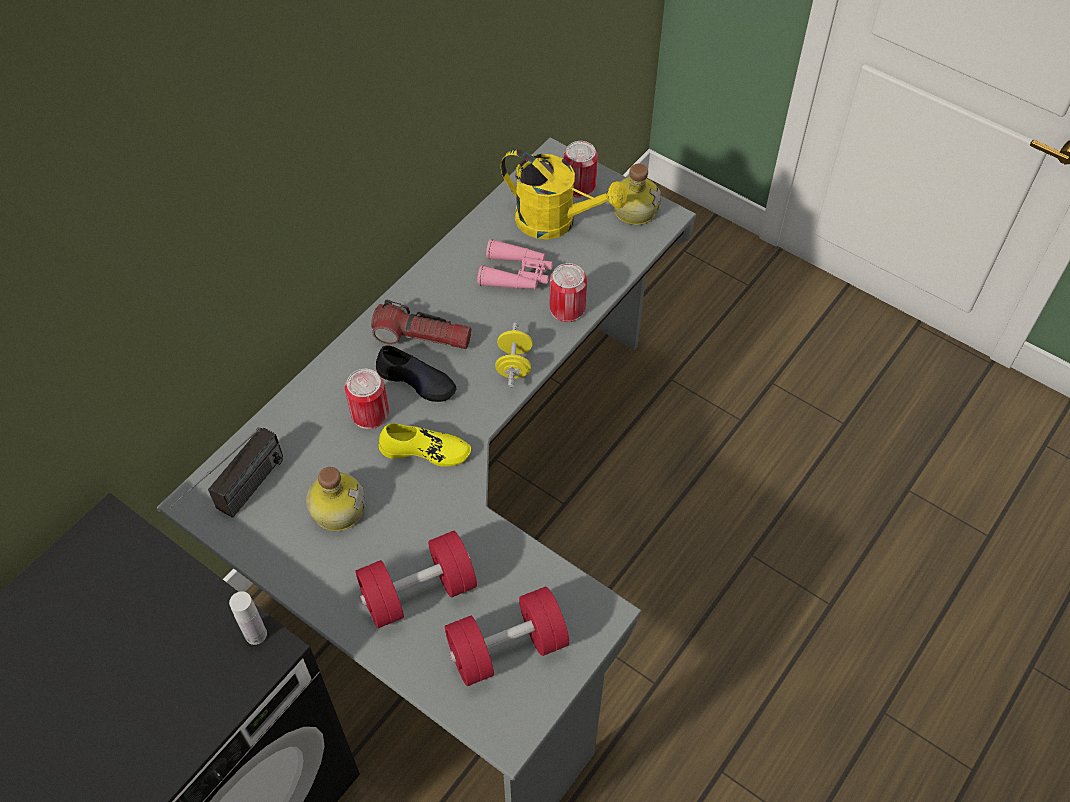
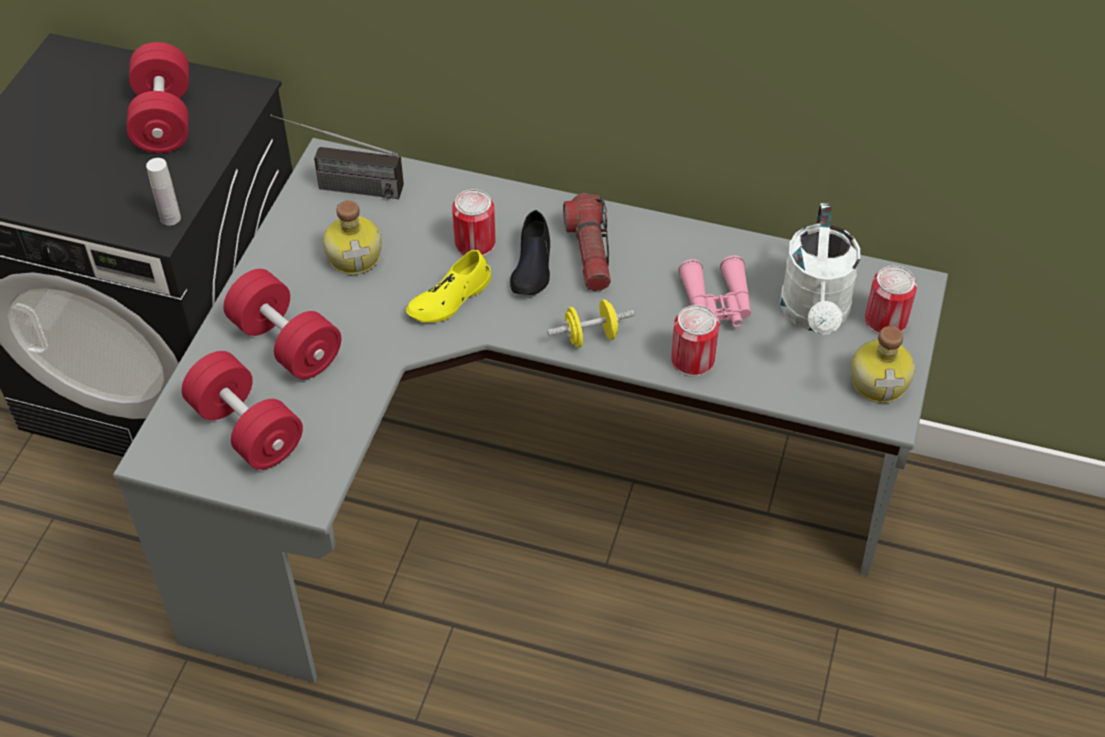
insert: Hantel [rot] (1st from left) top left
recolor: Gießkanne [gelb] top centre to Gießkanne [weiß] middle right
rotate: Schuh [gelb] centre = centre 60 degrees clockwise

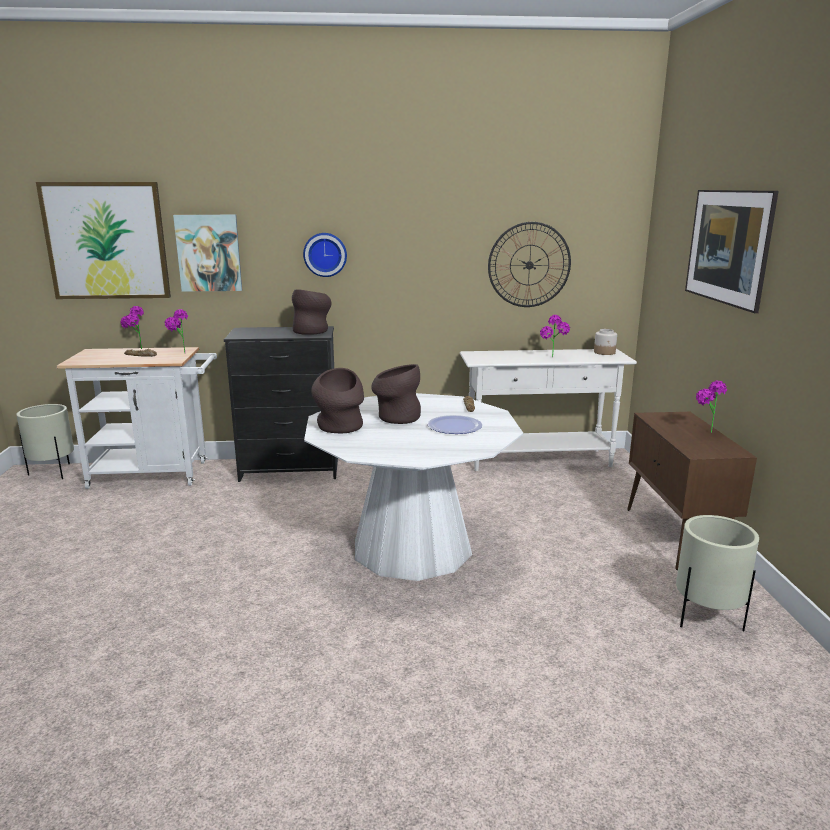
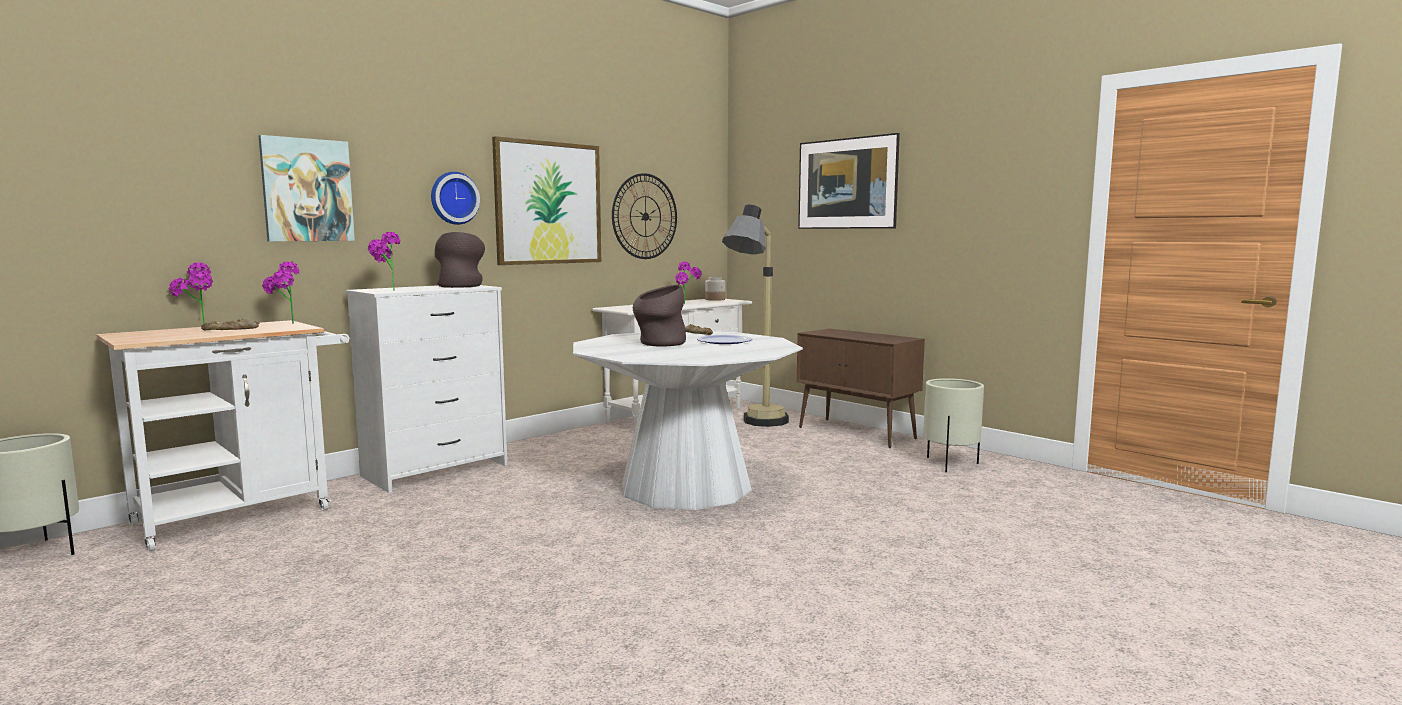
delete: Vase [braun] (2nd from left) centre
insert: Stehlampe centre
move: Topfpflanze (4th from left in the first image) middle right to Topfpflanze (3rd from left) middle left; Bild (1st from left in the first image) top left to Bild (2nd from left) top centre
recolor: Kommode [schwarz] centre to Kommode [weiß] middle left

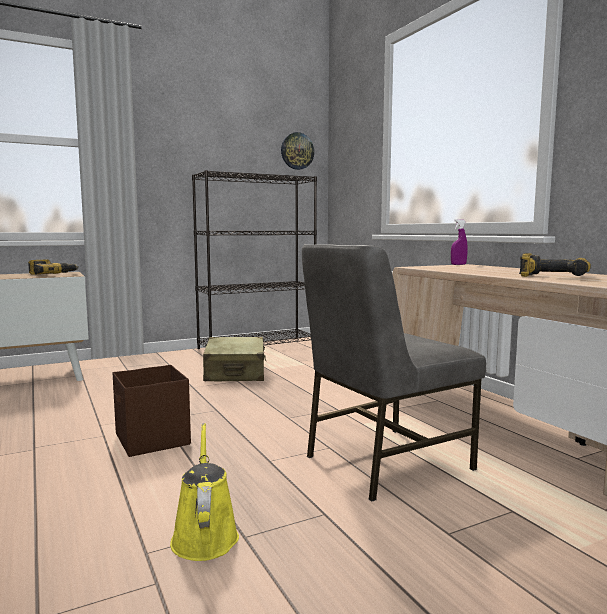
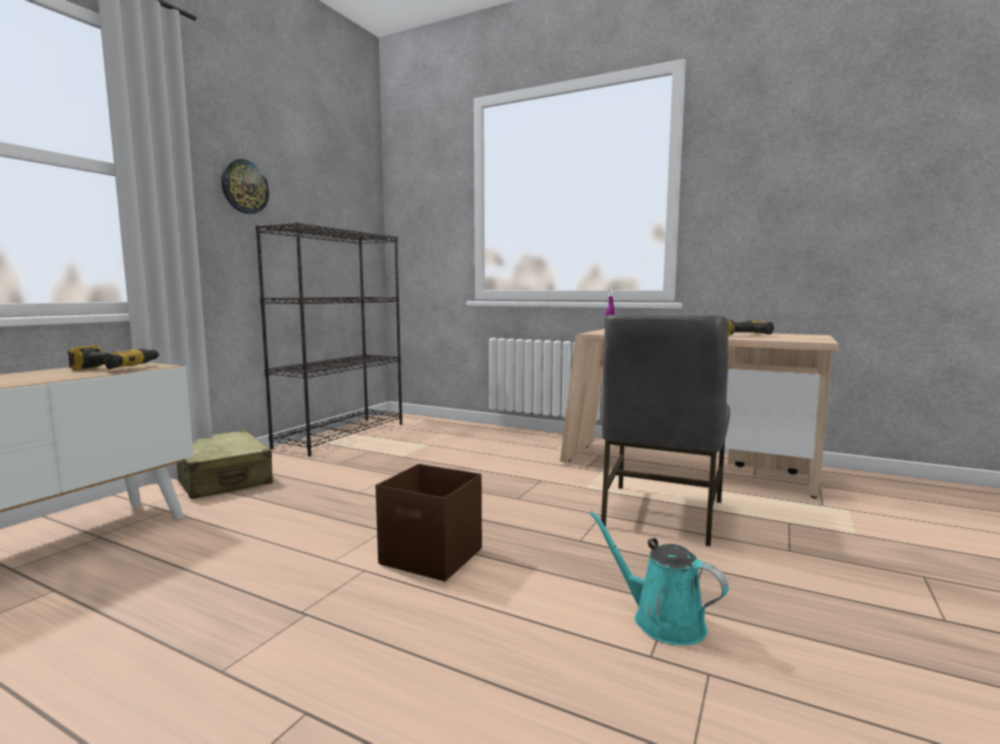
move: Koffer [beige] centre to middle left; Wanduhr top centre to top left
recolor: Gießkanne [gelb] bottom centre to Gießkanne [türkis] bottom centre

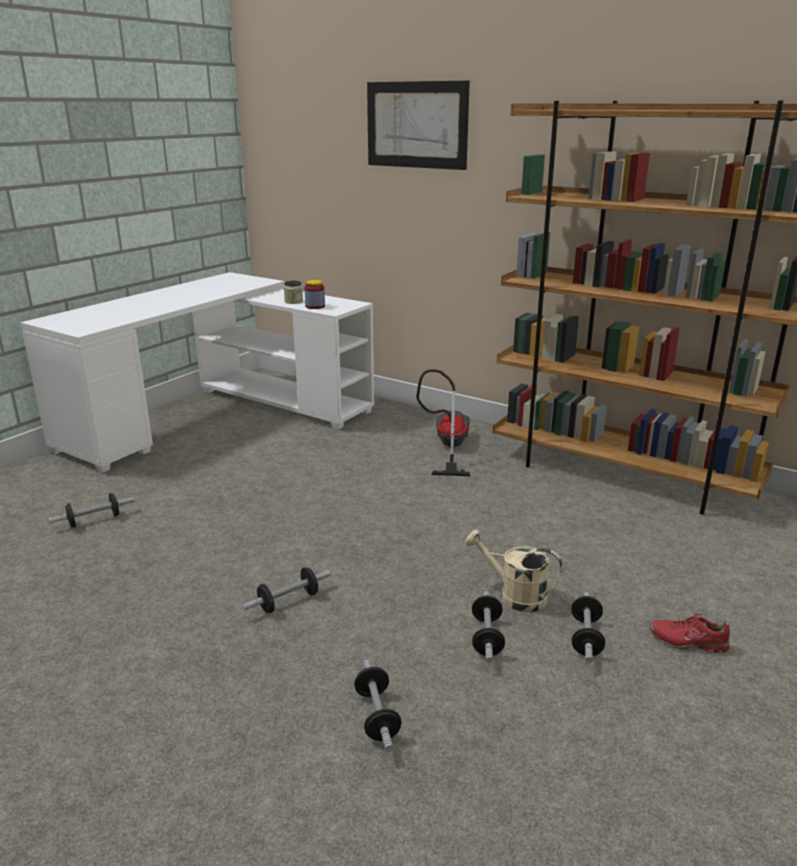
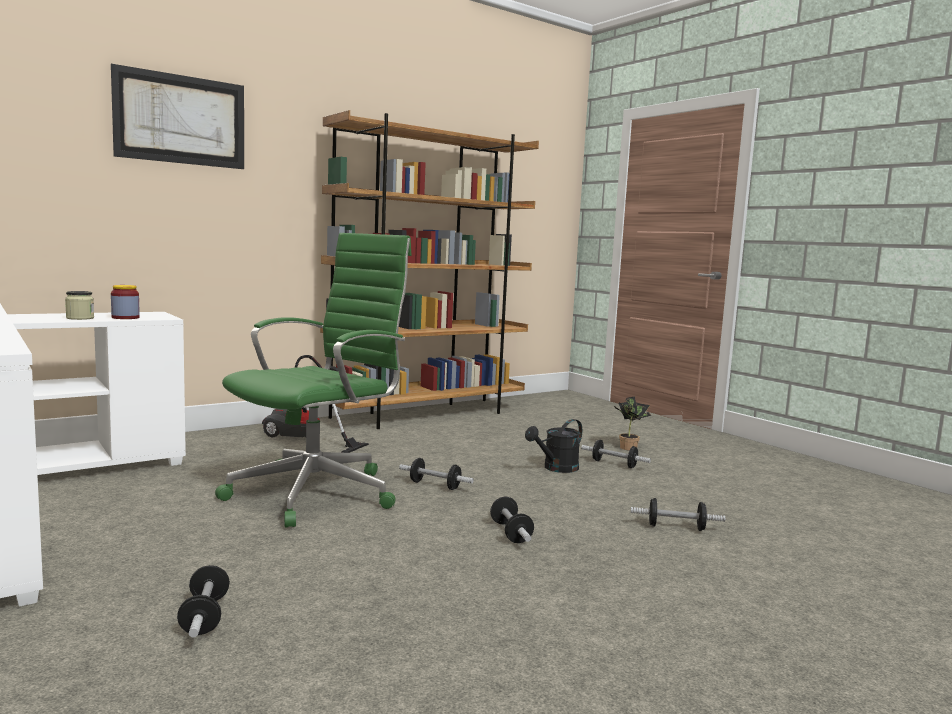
insert: Bürostuhl [grün] middle left
move: Hantel (4th from left in the first image) bottom centre to Hantel (2nd from left) centre
replace: Schuh [rot] bottom right to Topfpflanze centre
recolor: Gießkanne [beige] centre to Gießkanne [schwarz] centre

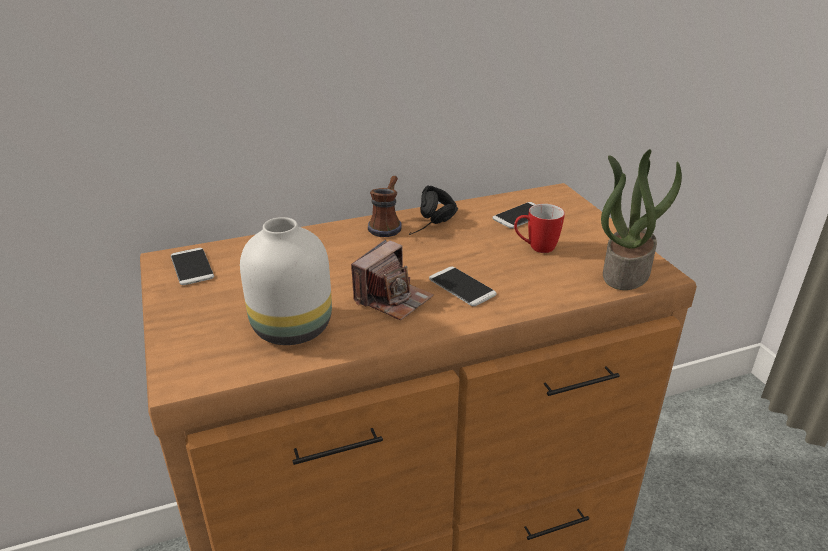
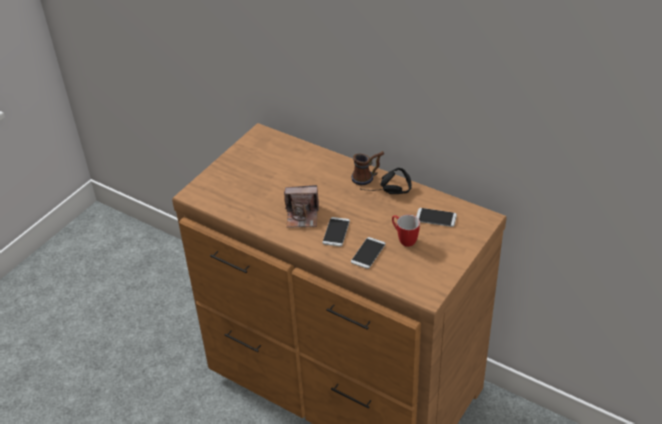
delete: Vase [weiß] centre; Topfpflanze middle right
move: Handy (1st from left in the first image) middle left to Handy (2nd from left) centre

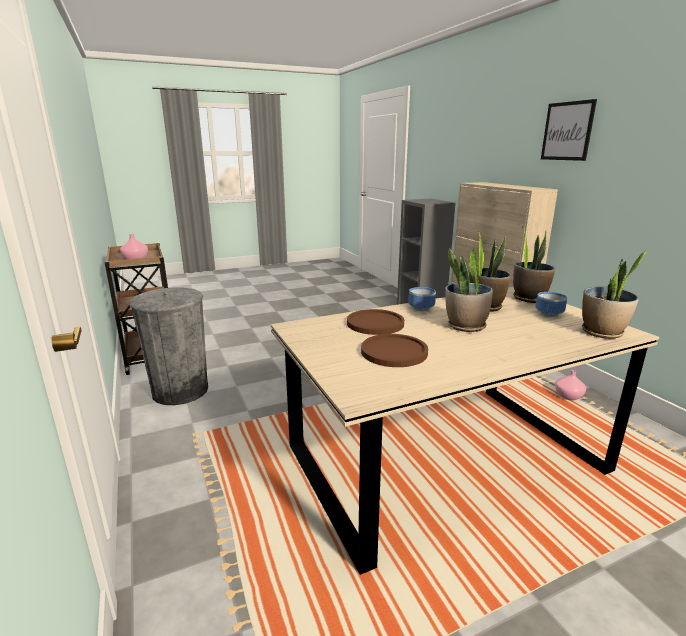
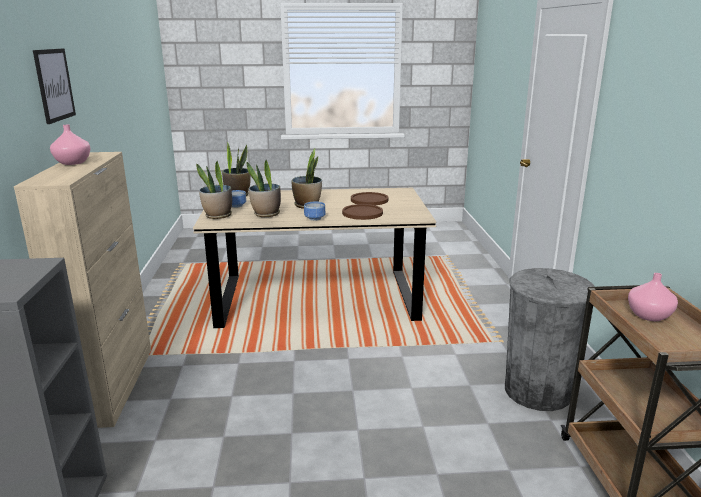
move: Vase [rosa] (2nd from left in the first image) middle right to Vase [rosa] (1st from left) top left

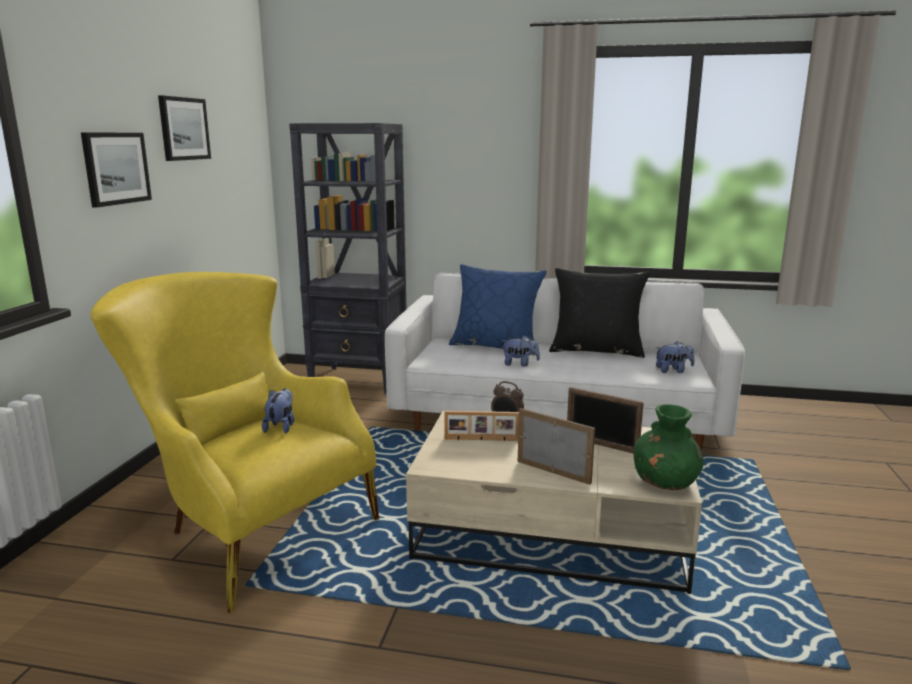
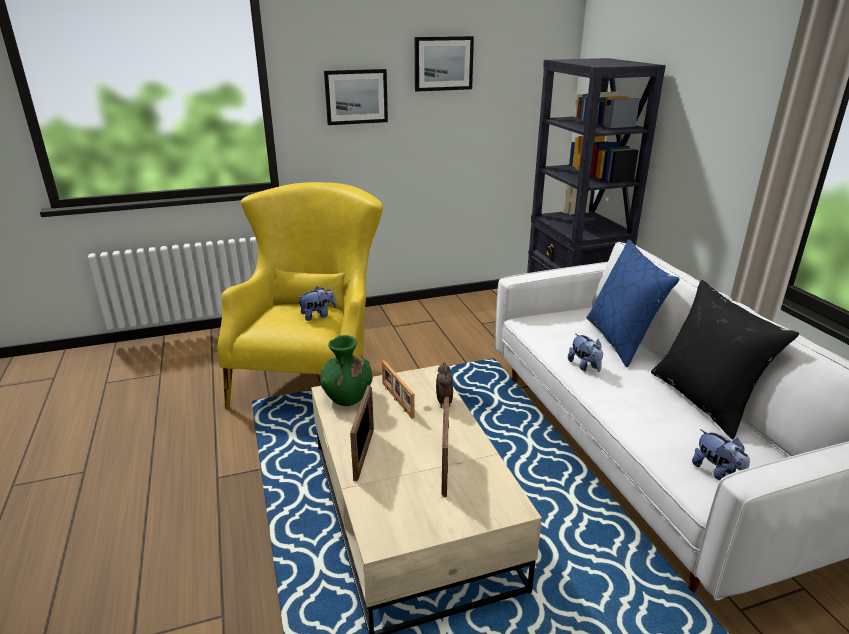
move: Vase [grün] middle right to centre

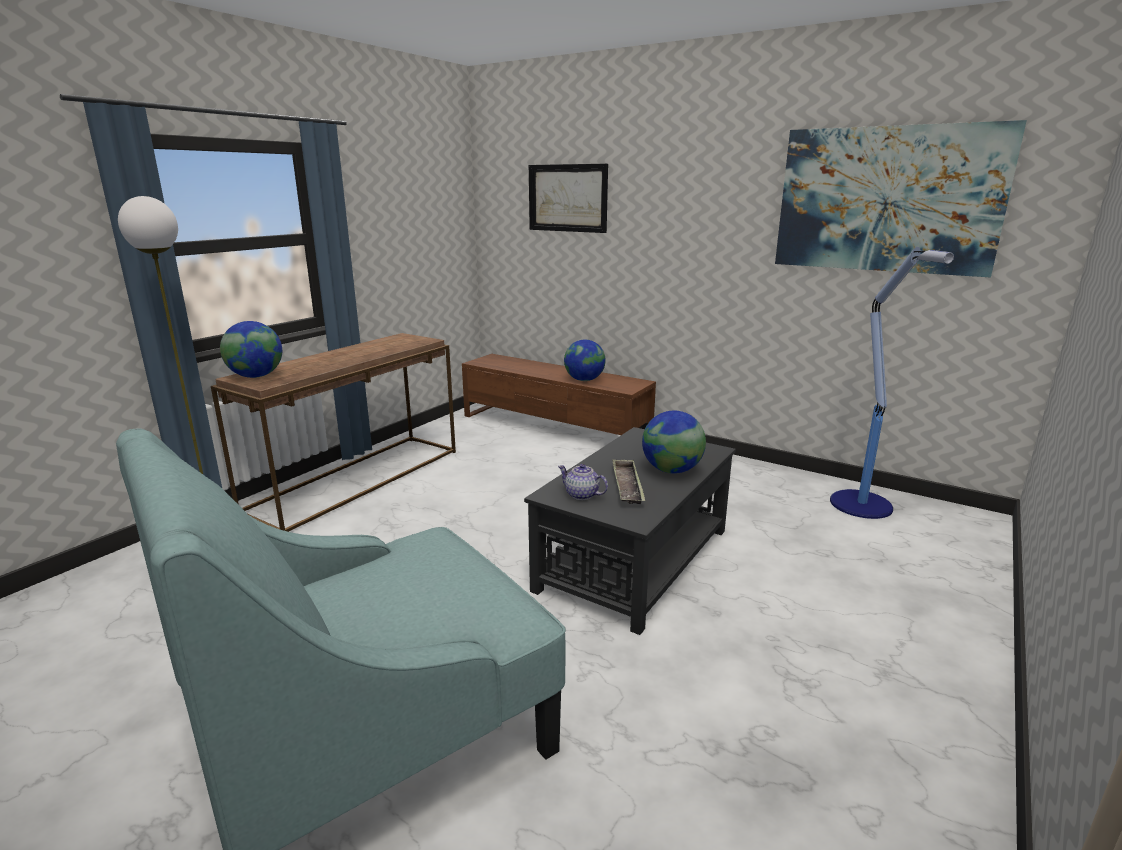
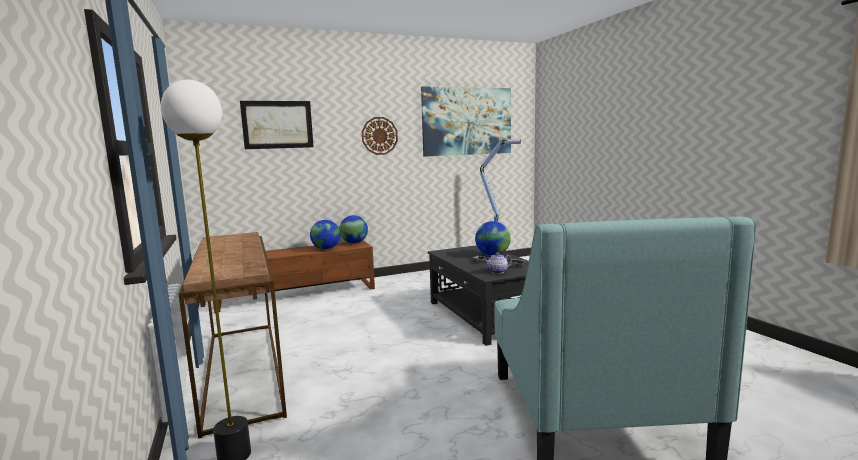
insert: Wanduhr top centre
move: Globus (1st from left in the first image) middle left to Globus (2nd from left) centre

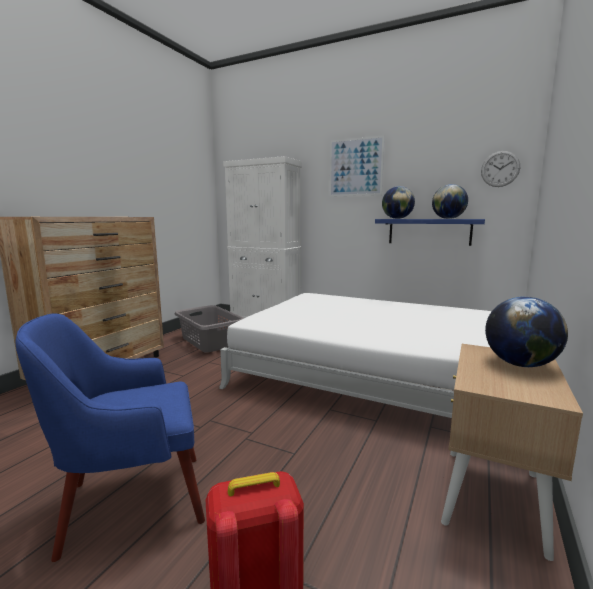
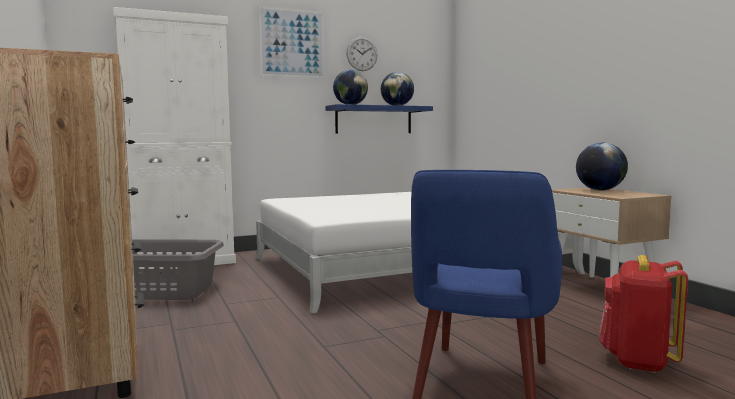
move: Wanduhr top right to top centre

